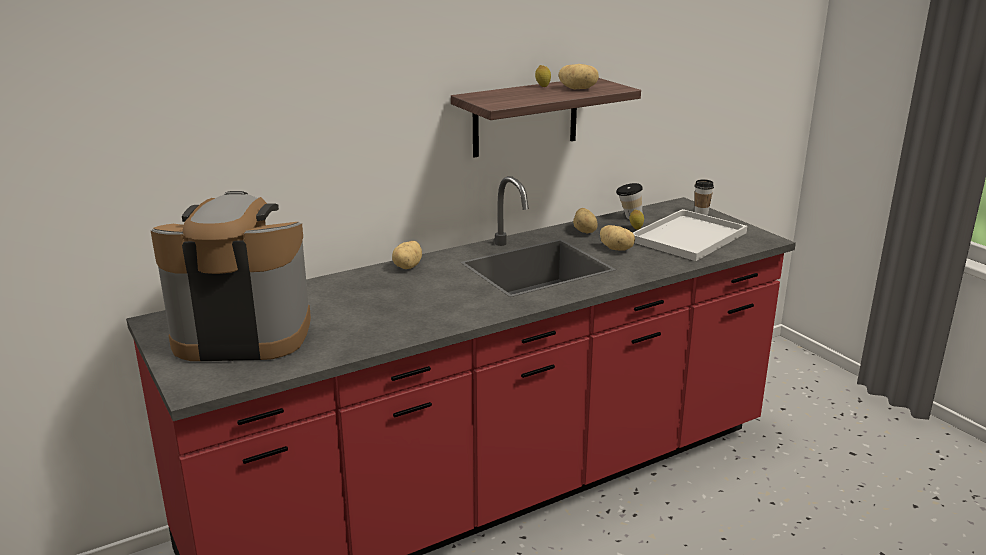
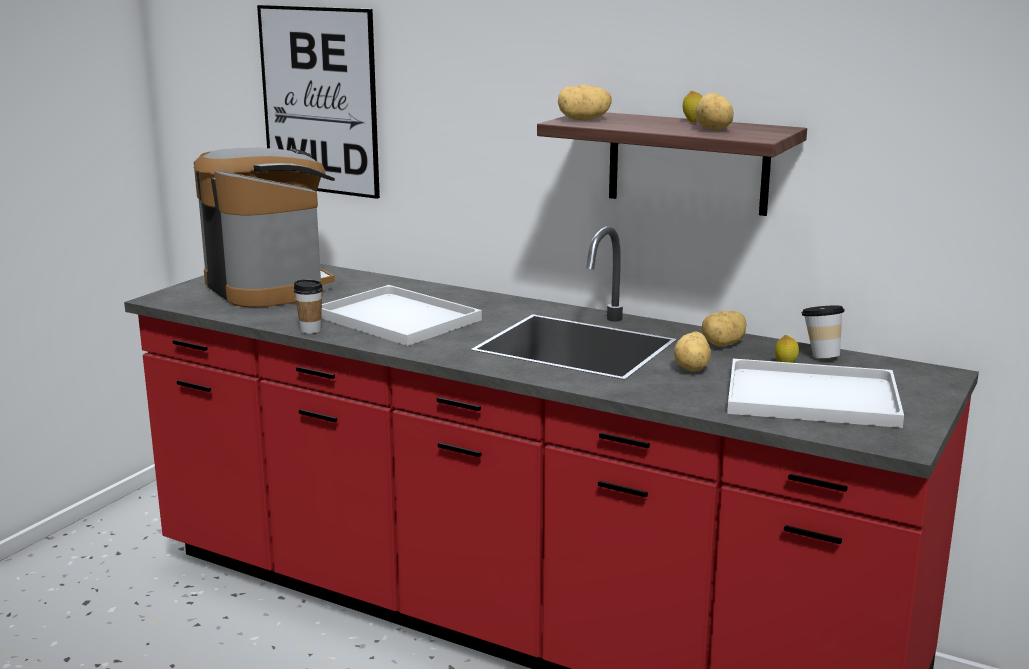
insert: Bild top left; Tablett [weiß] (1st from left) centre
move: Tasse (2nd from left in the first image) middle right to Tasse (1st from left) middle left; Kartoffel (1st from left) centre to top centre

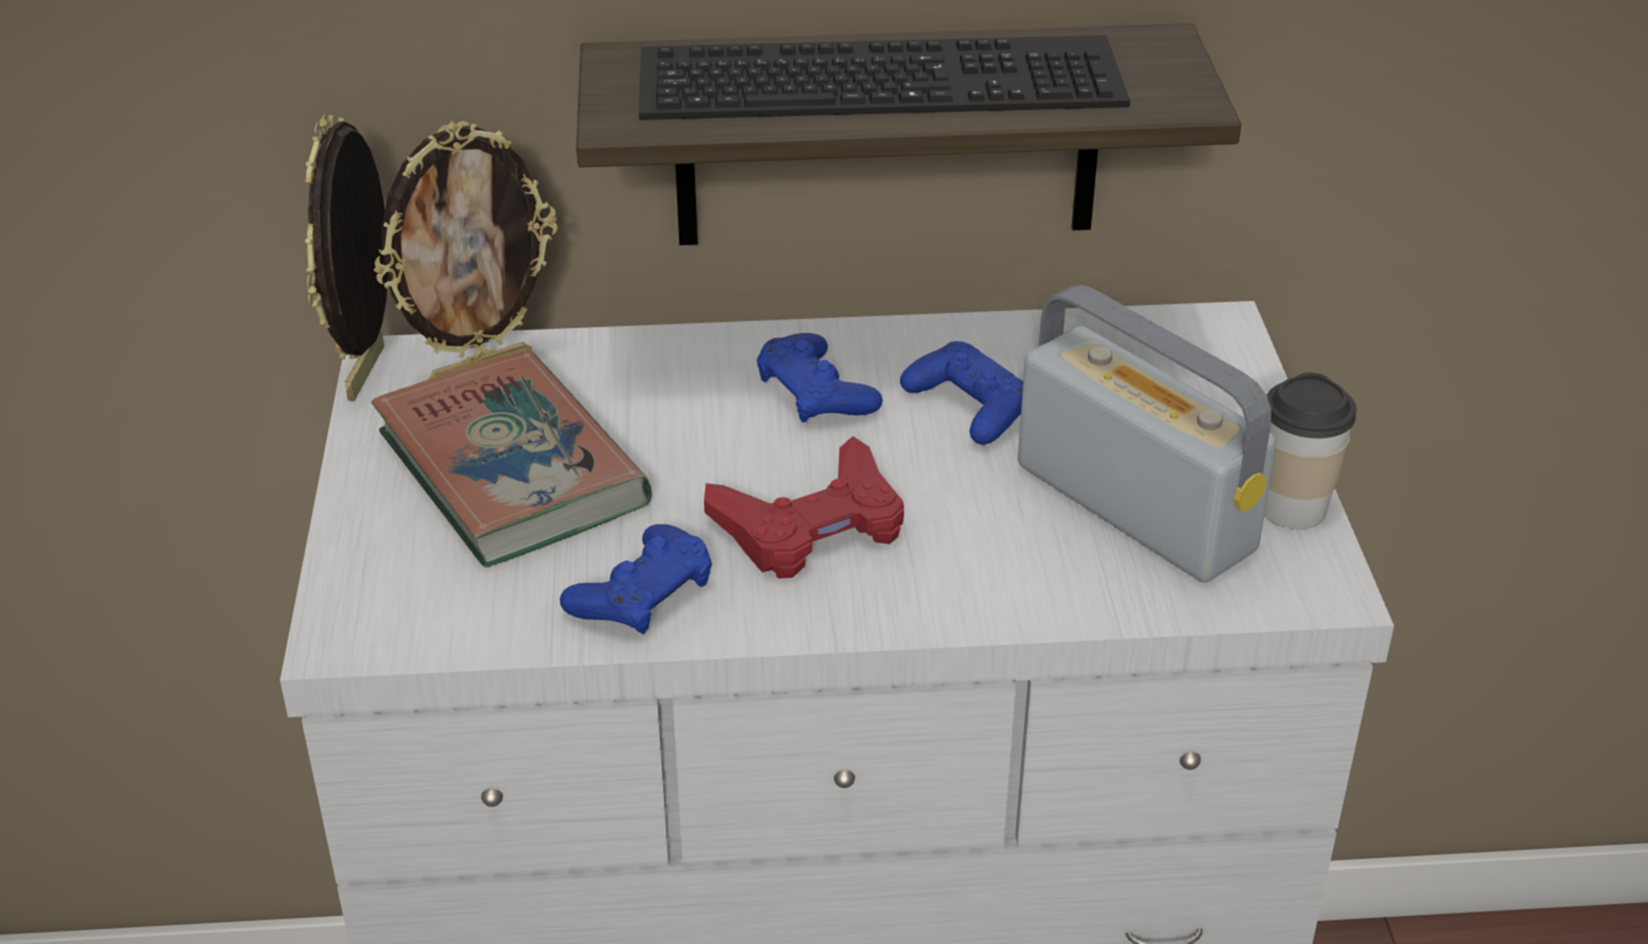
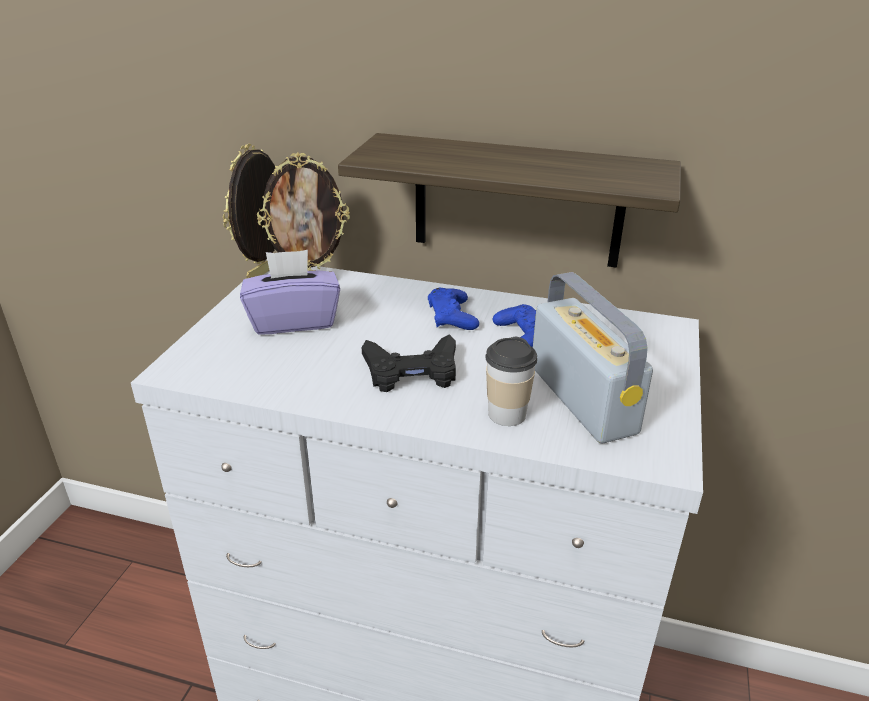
delete: Gamepad [blau] (1st from left) centre; Tastatur top centre
move: Tasse middle right to centre
replace: Buch middle left to Taschentuchbox [lila] centre
recolor: Gamepad [rot] centre to Gamepad [schwarz] centre

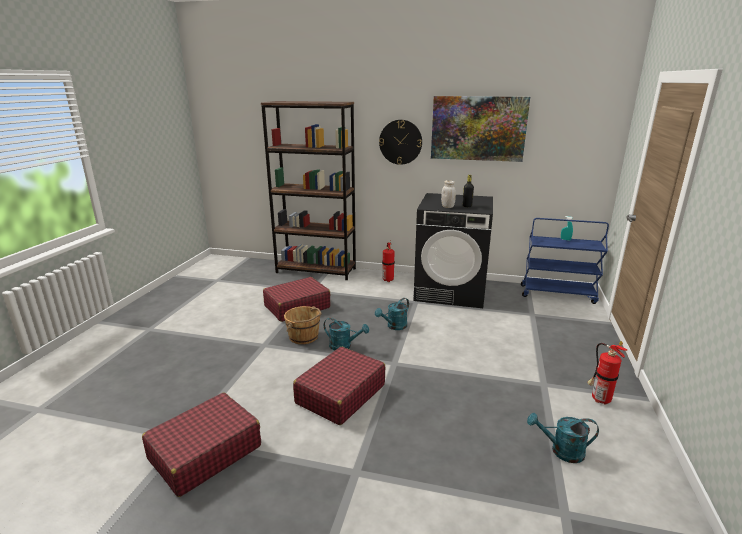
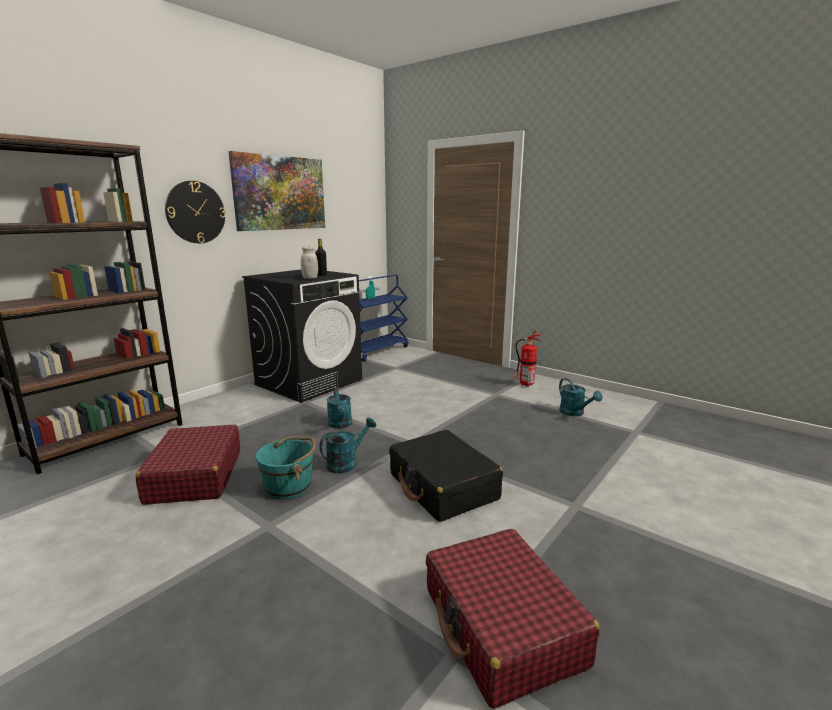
delete: Feuerlöscher (1st from left) centre
recolor: Eimer [braun] centre to Eimer [türkis] centre; Koffer [rot] (3rd from left) bottom centre to Koffer [schwarz] bottom centre
rotate: Gießkanne [türkis] (3rd from left) bottom right = middle right 60 degrees counterclockwise

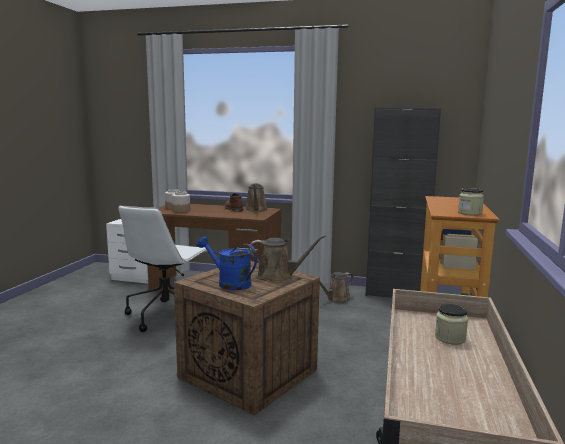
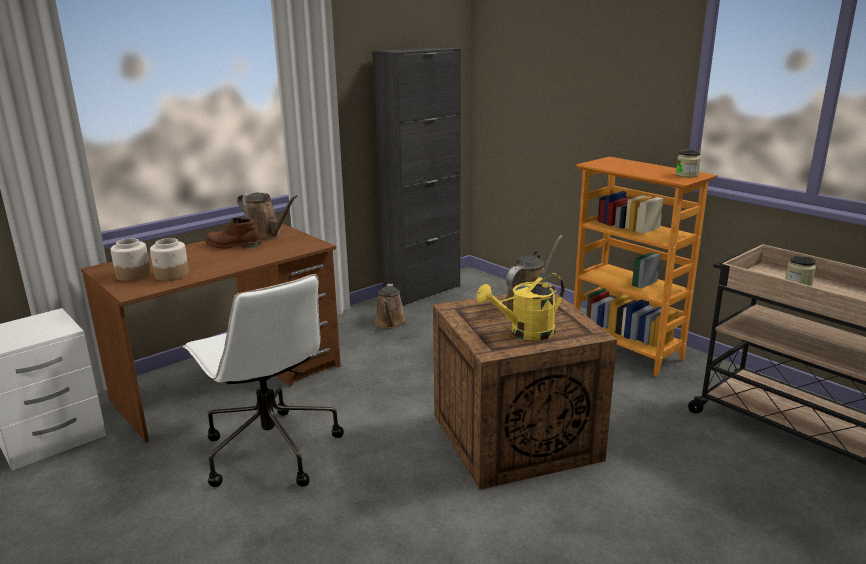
recolor: Gießkanne [blau] centre to Gießkanne [gelb] centre

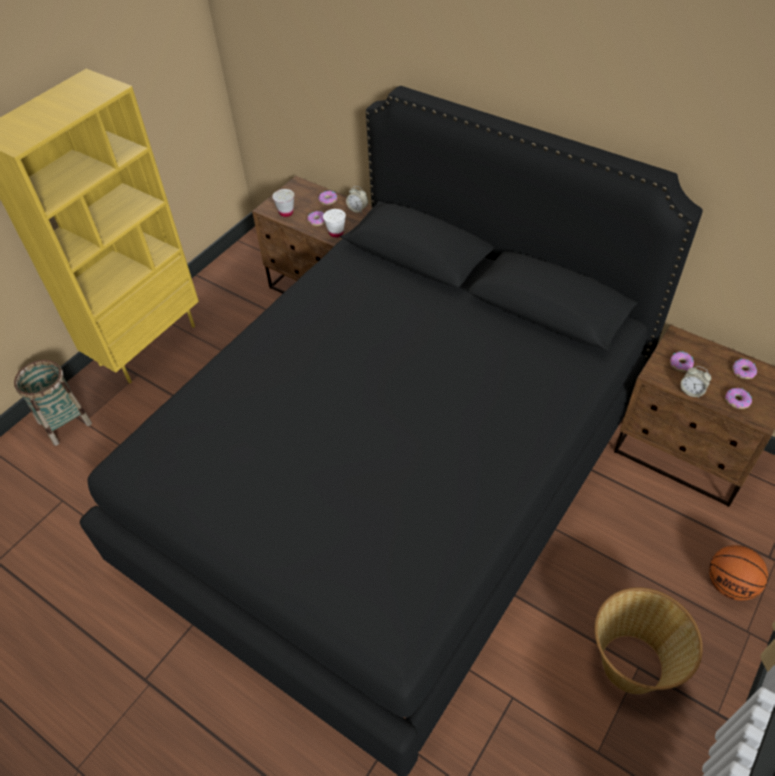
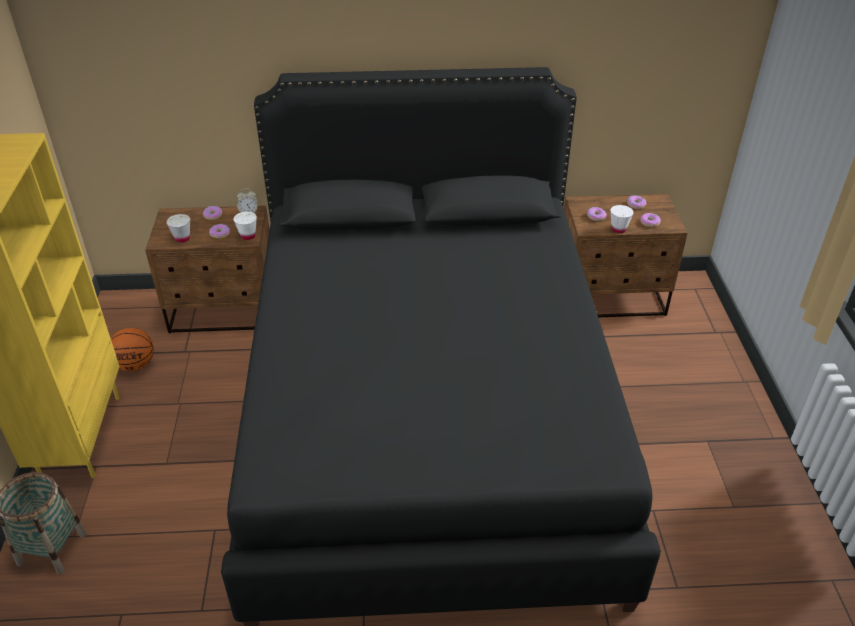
delete: Korb (2nd from left) bottom right
move: Basketball bottom right to middle left
replace: Wecker (2nd from left) middle right to Tasse [weiß] (3rd from left) middle right

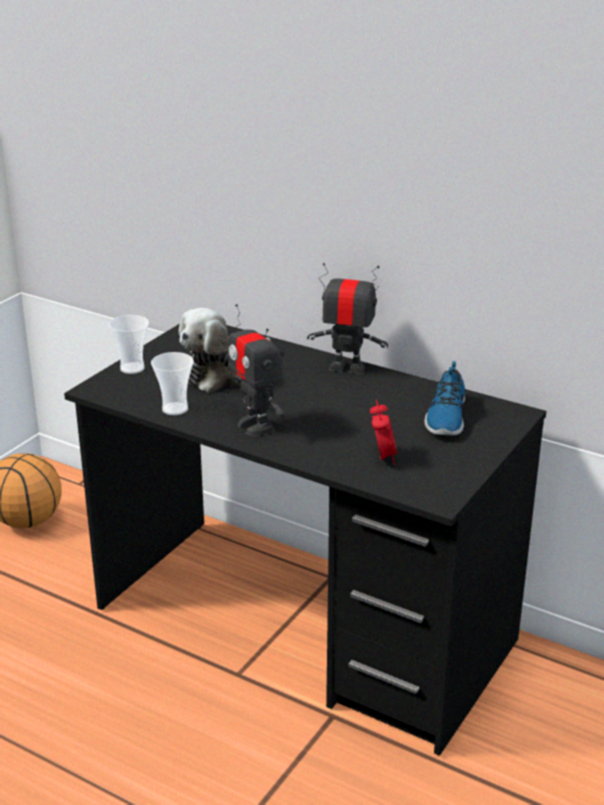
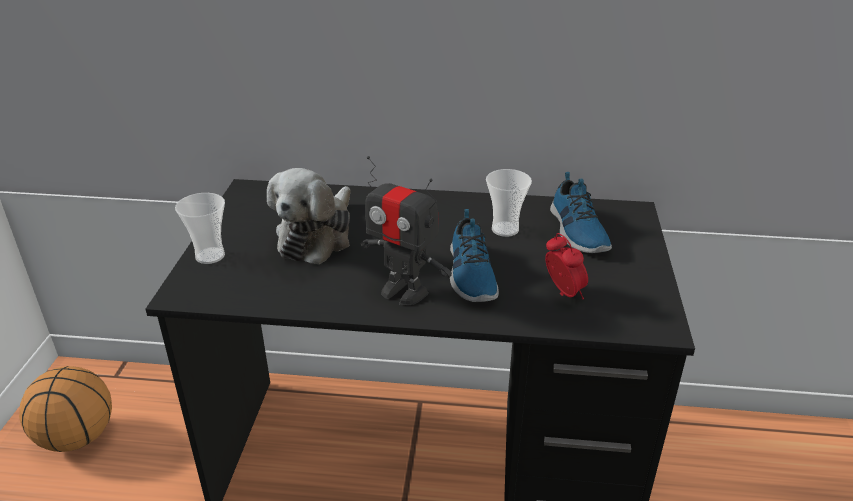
delete: Spielzeugroboter (2nd from left) centre
insert: Schuh (1st from left) centre
move: Tasse (2nd from left) middle left to centre

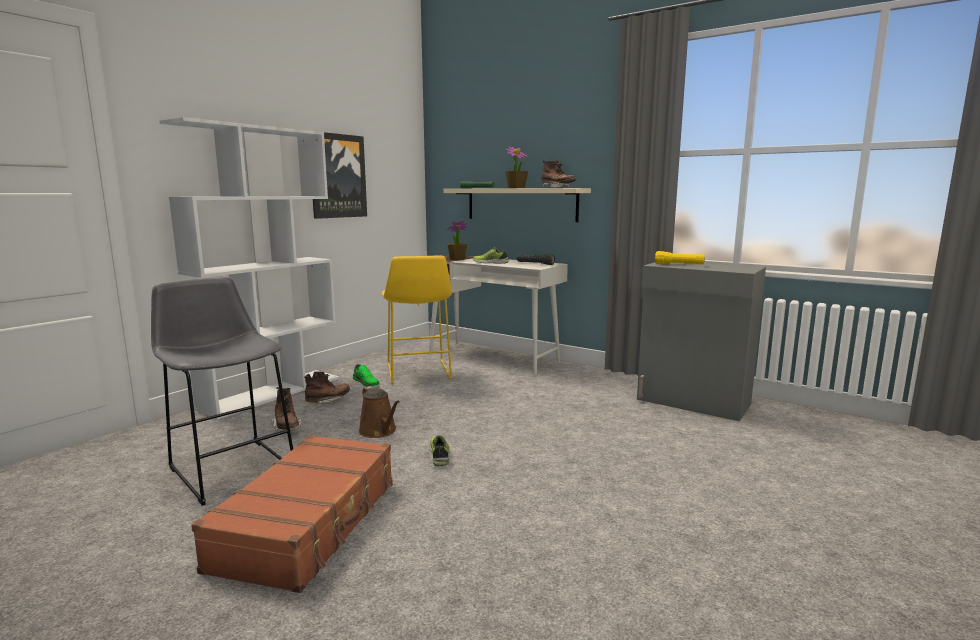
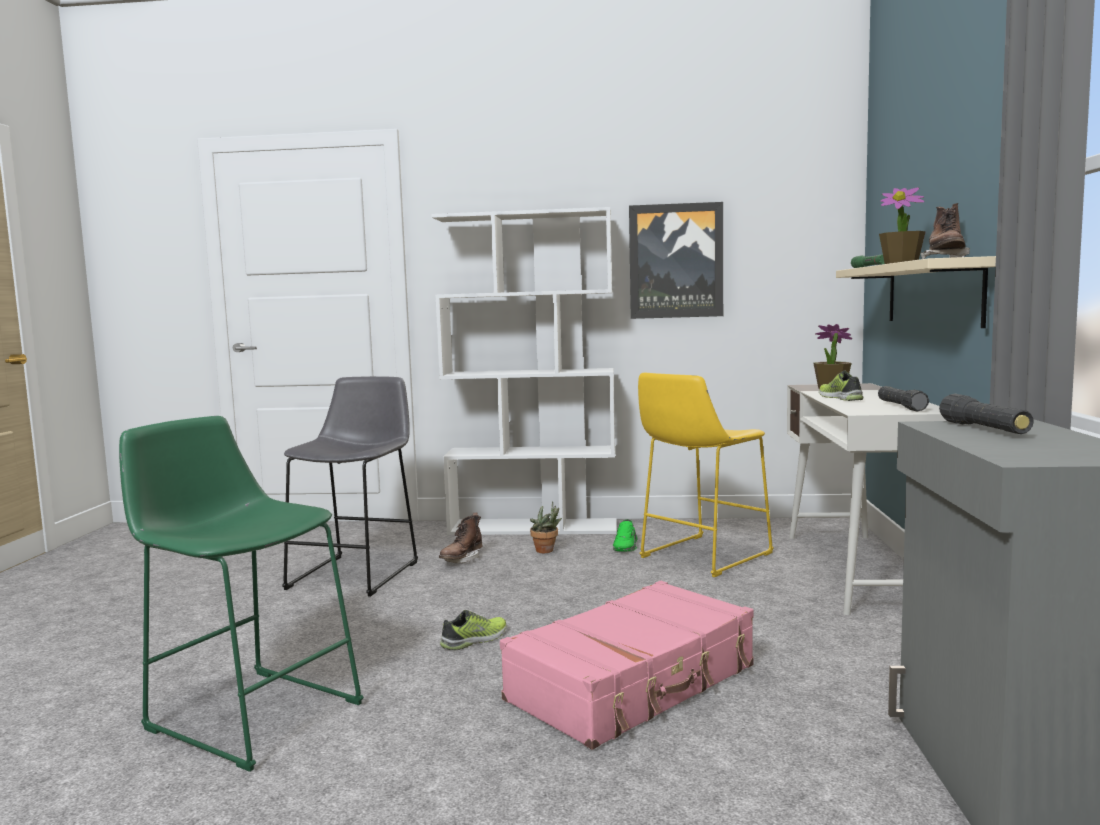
delete: Koffer [braun] bottom left; Gießkanne [braun] centre
insert: Hocker [grün] bottom left; Koffer [rosa] bottom centre
replace: Stiefel [braun] (2nd from left) centre to Topfpflanze (1st from left) centre
recolor: Taschenlampe [gelb] middle right to Taschenlampe [schwarz] (2nd from left) middle right

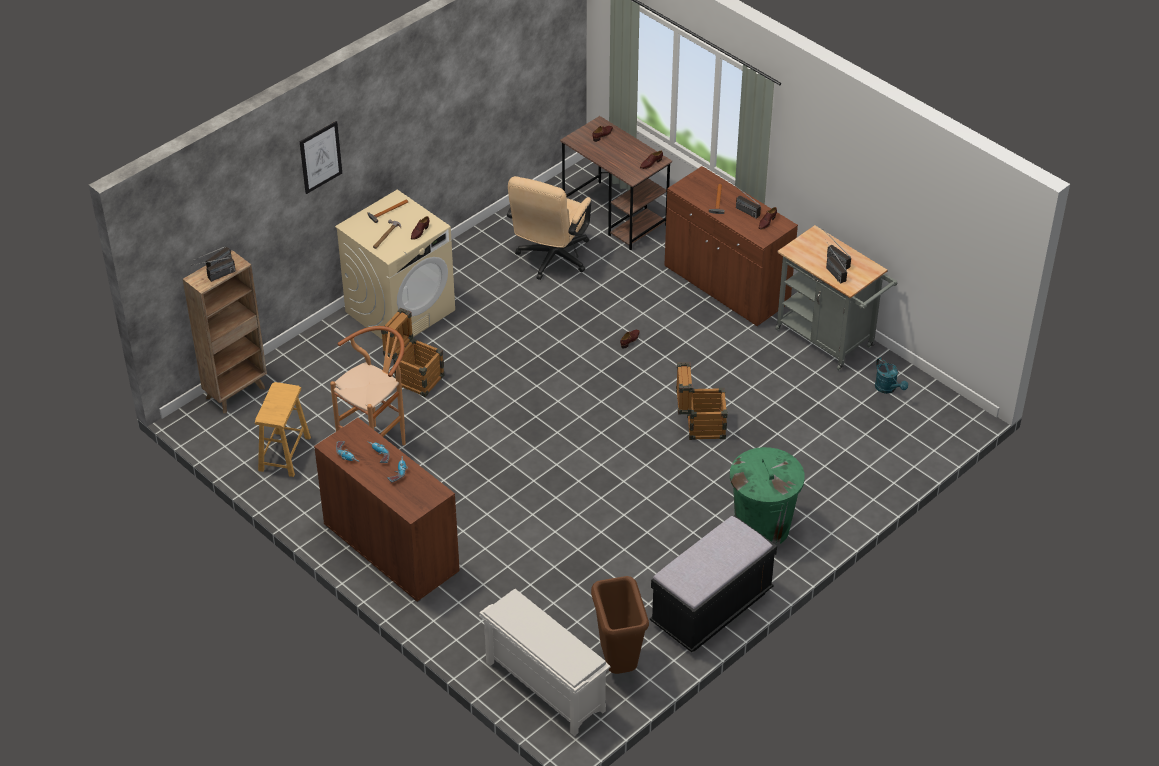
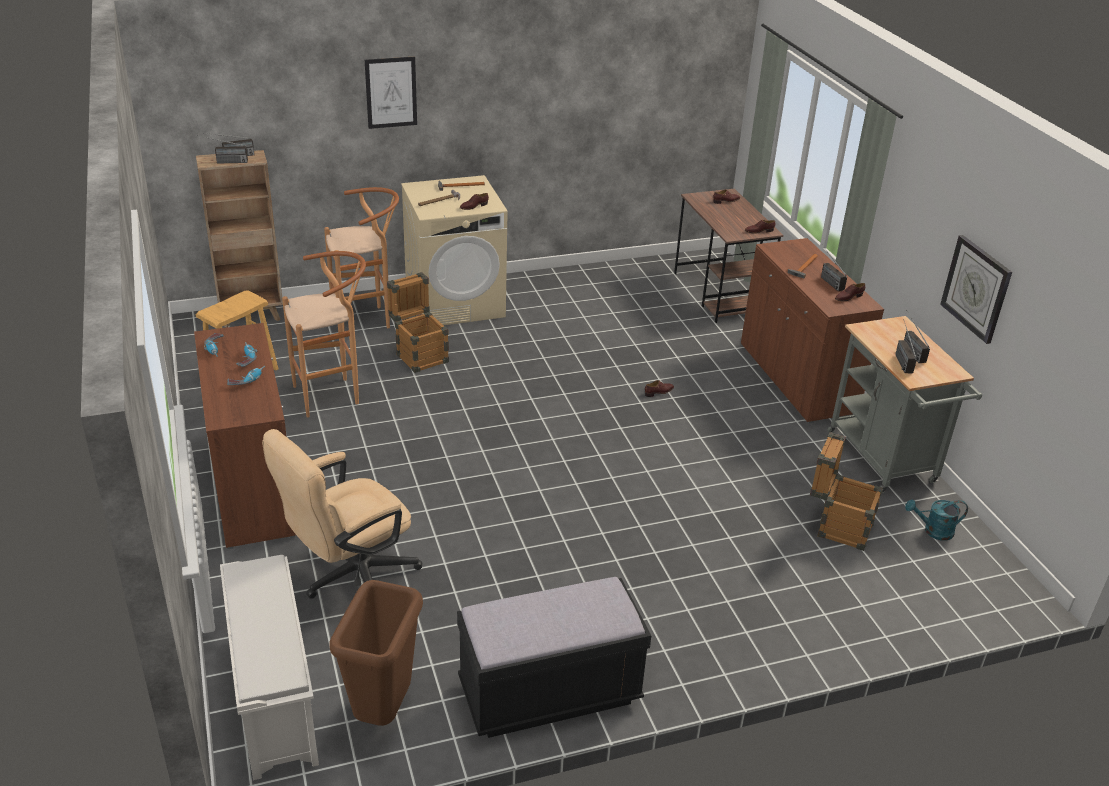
delete: Mülleimer [grün] centre
insert: Hocker [braun] (3rd from left) top left; Wanduhr middle right
move: Bürostuhl [beige] top centre to middle left; Kiste (2nd from left) centre to middle right
rotate: Gießkanne [türkis] middle right = middle right 90 degrees clockwise

